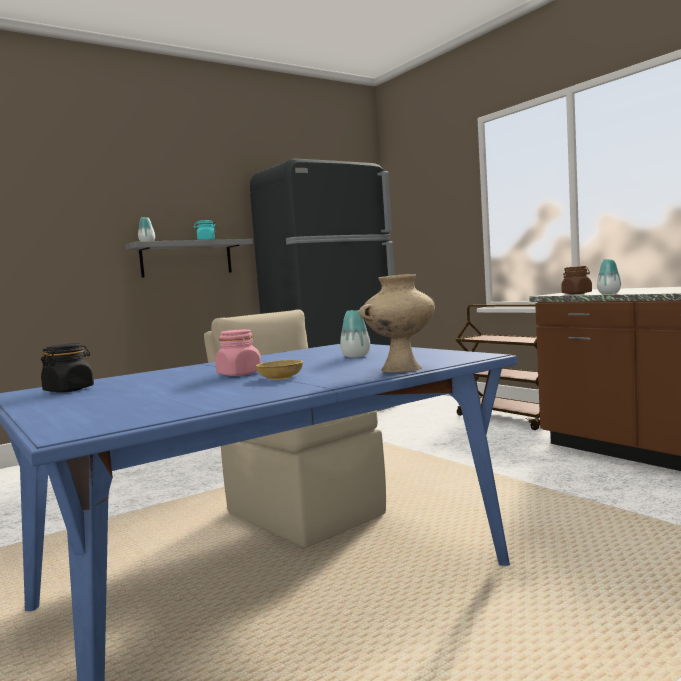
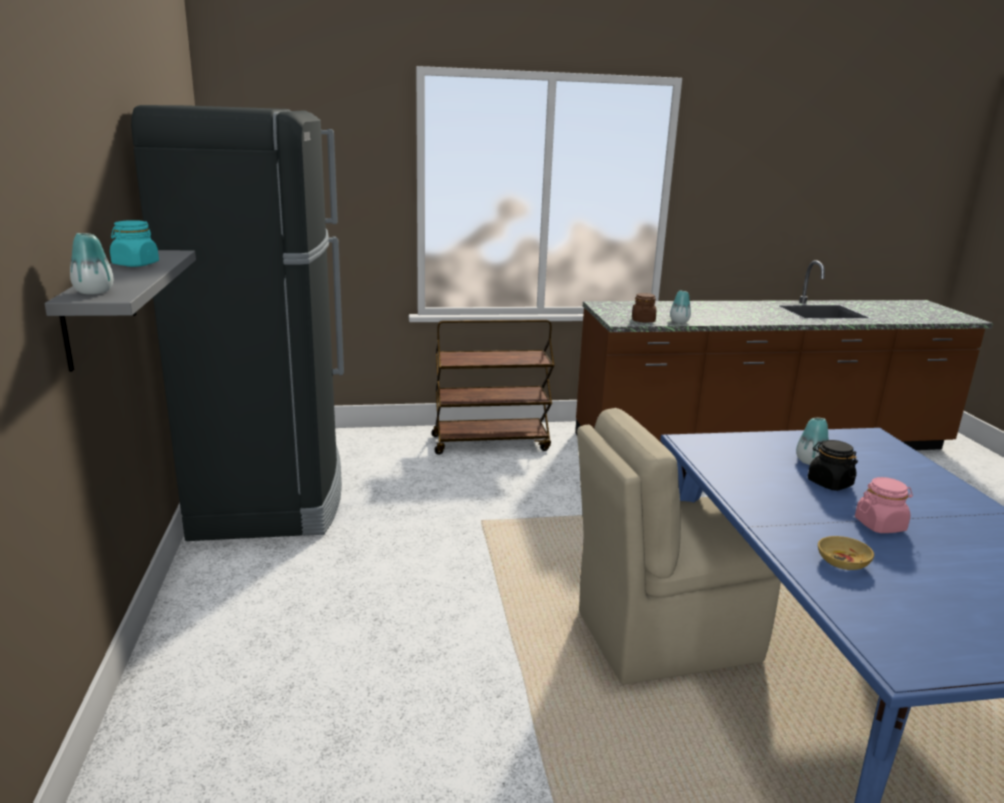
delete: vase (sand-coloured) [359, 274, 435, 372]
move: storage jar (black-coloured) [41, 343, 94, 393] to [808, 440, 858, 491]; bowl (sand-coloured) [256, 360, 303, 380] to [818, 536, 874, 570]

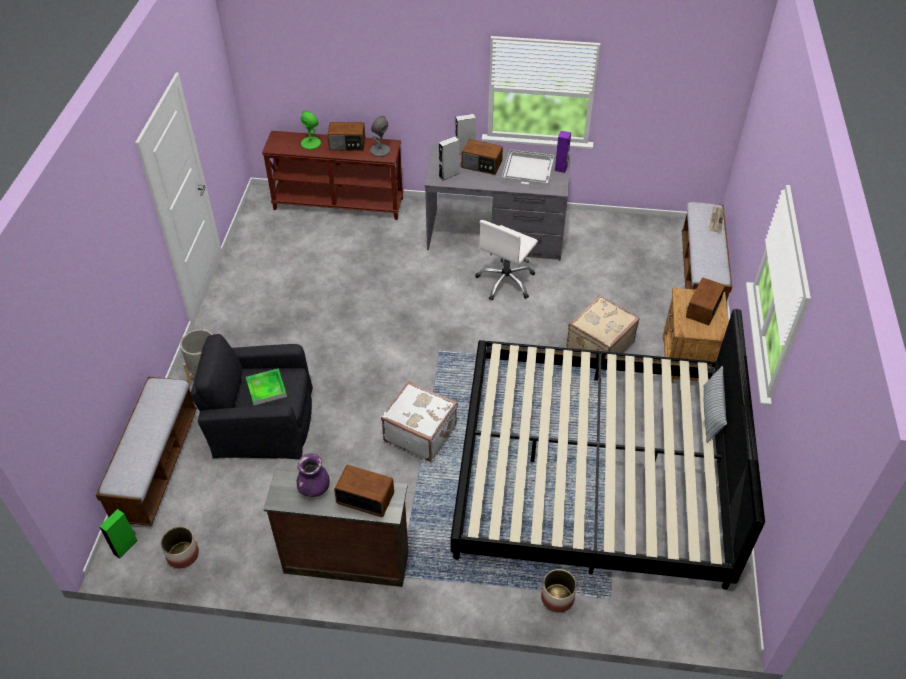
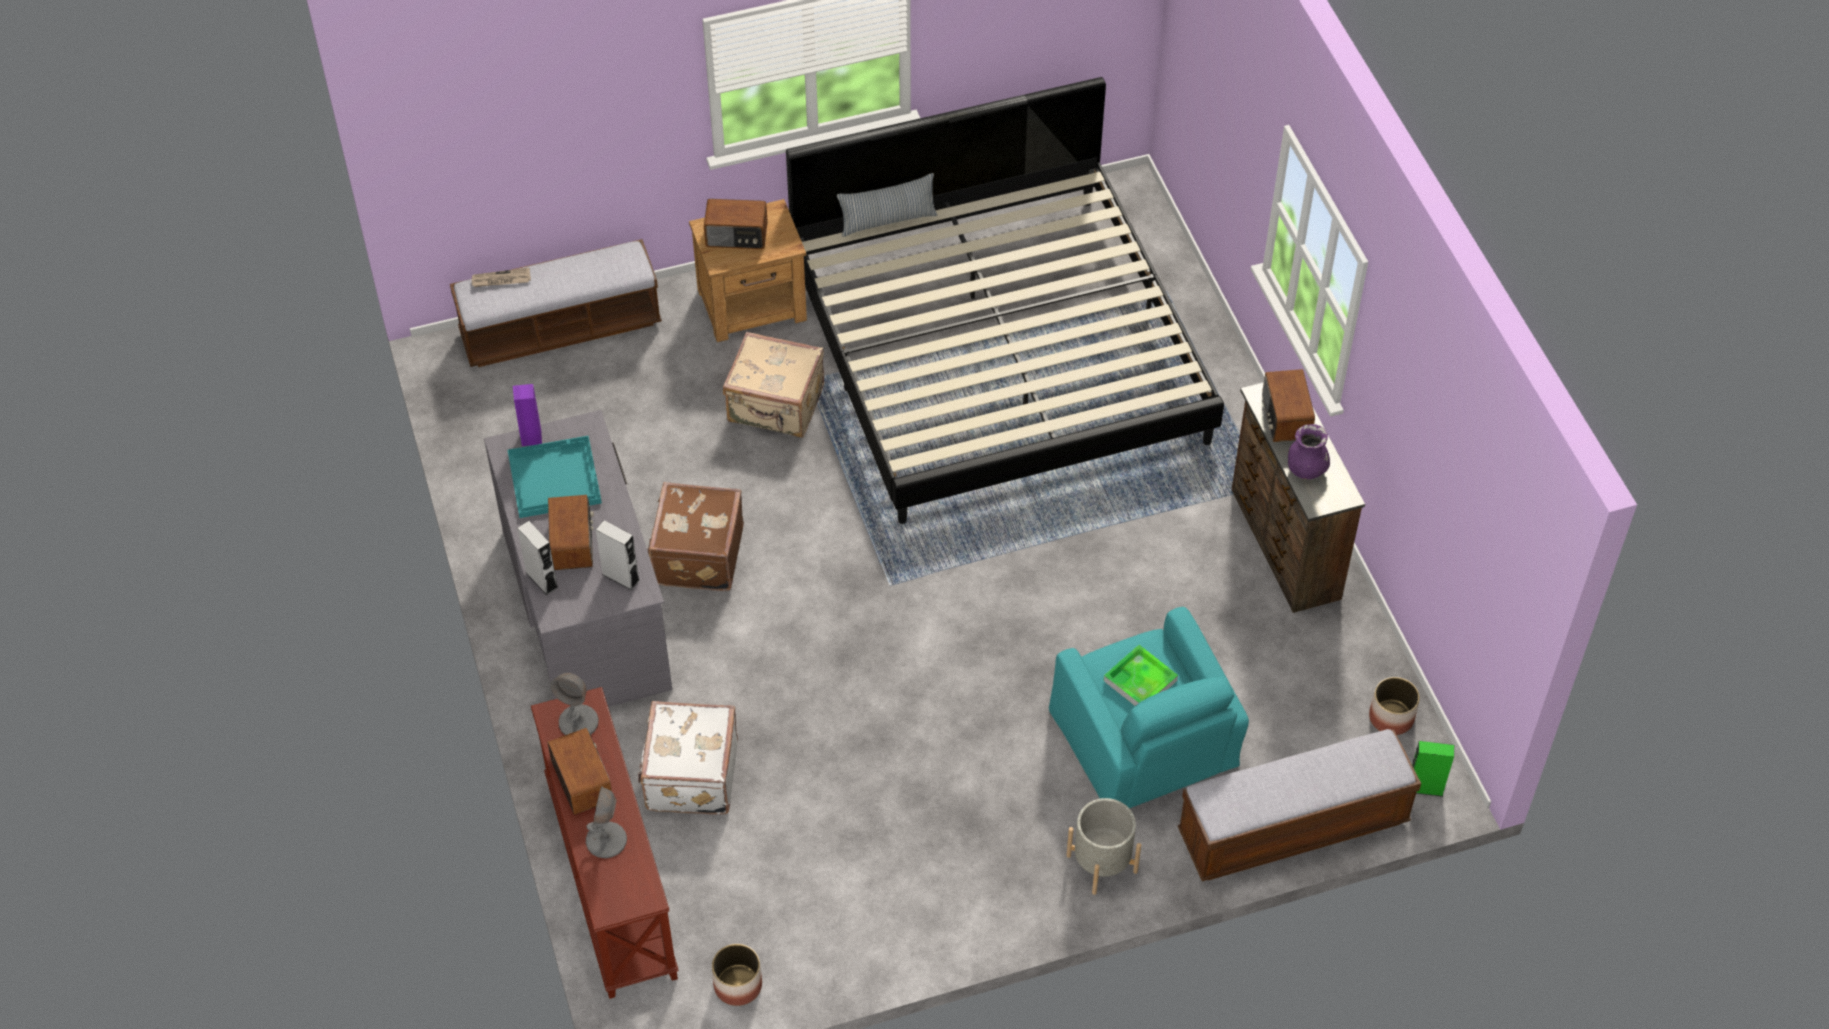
move: suitcase (white) [381, 381, 458, 462] to [638, 701, 738, 815]; planter [541, 569, 577, 613] to [712, 944, 762, 1006]
replace: office chair (white) [475, 220, 538, 301] to suitcase (brown) [648, 482, 744, 591]
recolor: armchair (black-coloured) [190, 334, 313, 460] to armchair (blue-green) [1049, 607, 1249, 808]; tabletop lamp (green) [301, 111, 321, 150] to tabletop lamp (gray) [586, 786, 627, 858]; tray (white) [502, 149, 555, 187] to tray (blue-green) [508, 436, 602, 518]

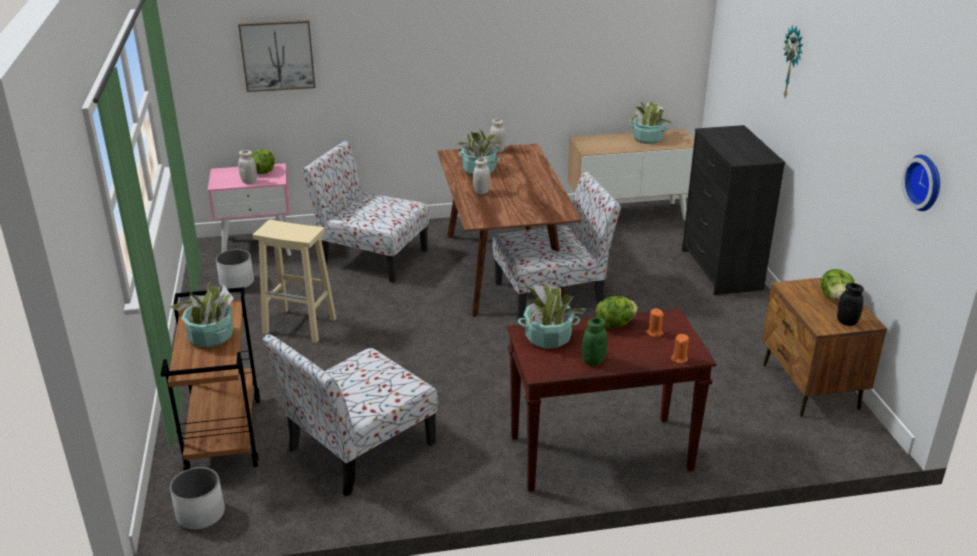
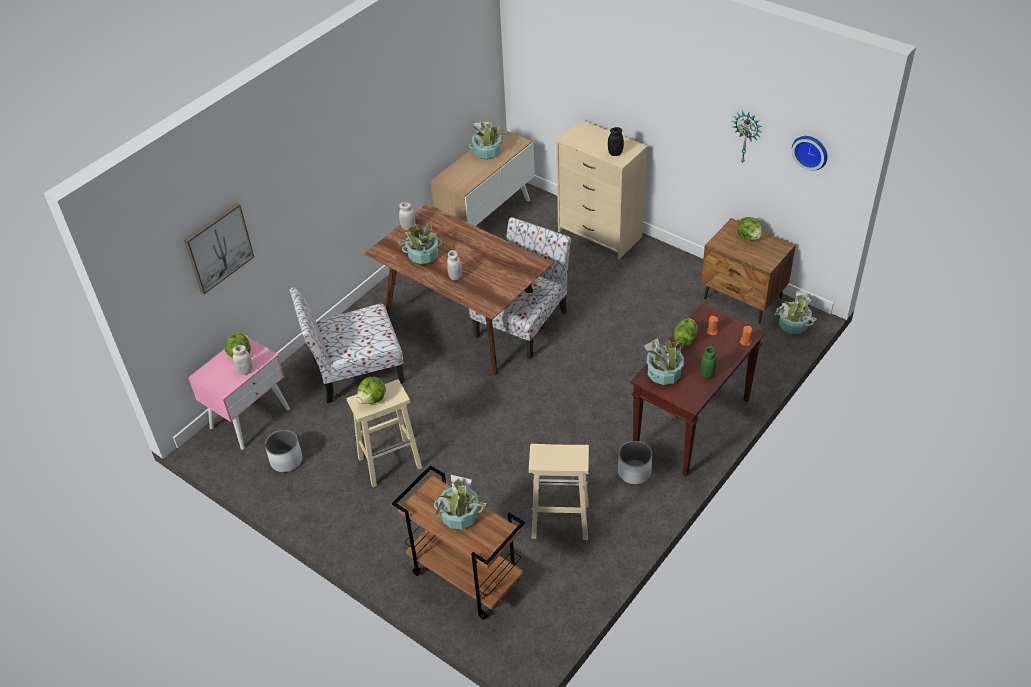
insert: lettuce head [357, 377, 386, 404]; potted plant [774, 291, 817, 334]
move: planter (white) [170, 467, 225, 530] to [618, 441, 652, 484]; wall clock [783, 25, 803, 97] to [732, 111, 762, 164]; storage jar (black-coloured) [837, 283, 864, 326] to [608, 127, 624, 156]
replace: plain chair [263, 334, 438, 496] to stool seat (sand-coloured) [529, 444, 589, 540]
recolor: chest of drawers (black-coloured) [682, 125, 785, 295] to chest of drawers (sand-coloured) [556, 120, 648, 259]

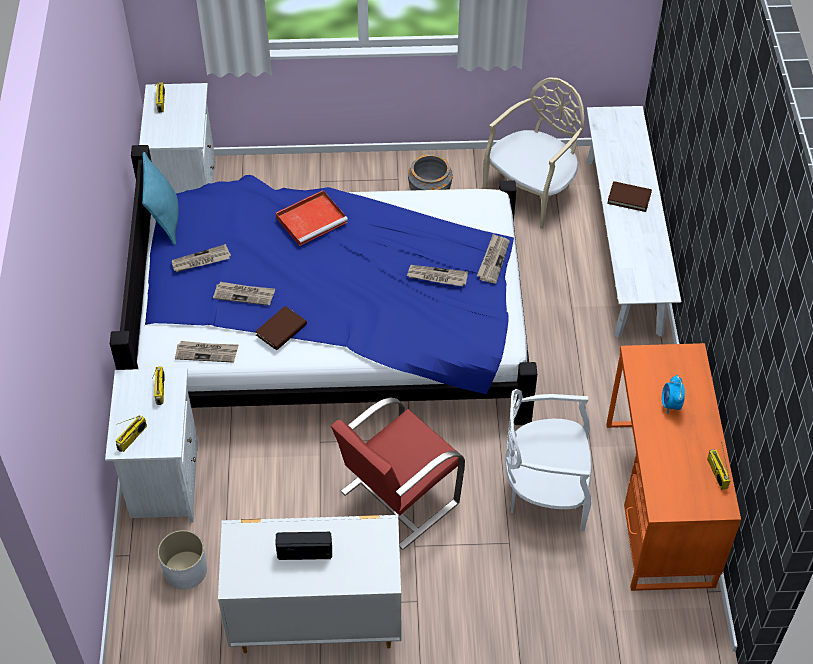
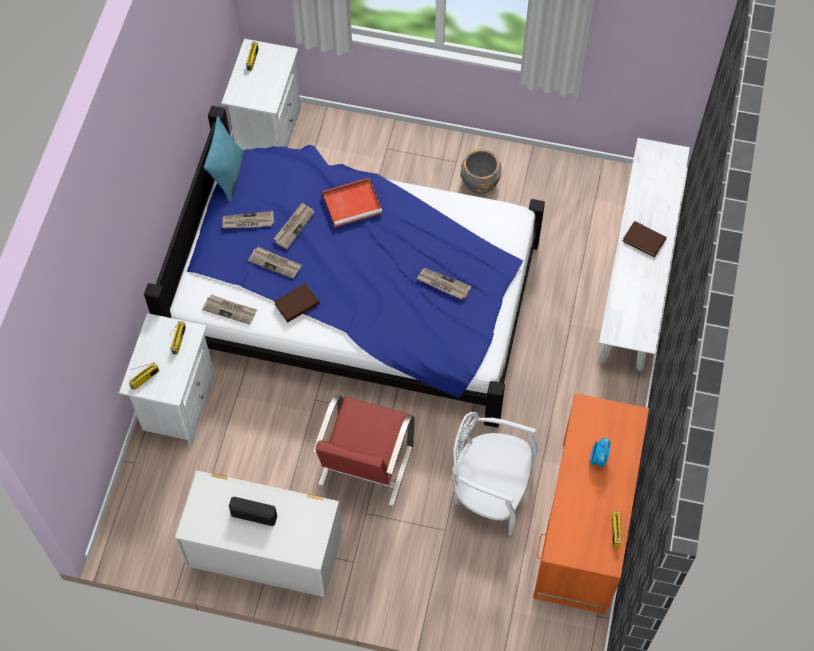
delete: planter (white) [158, 530, 207, 589]; plain chair (sand-coloured) [483, 78, 584, 229]
move: newspaper [477, 234, 510, 283] to [273, 202, 315, 249]
rotate: plain chair (red-coloured) [331, 397, 465, 550] = [312, 395, 415, 506] 45 degrees counterclockwise

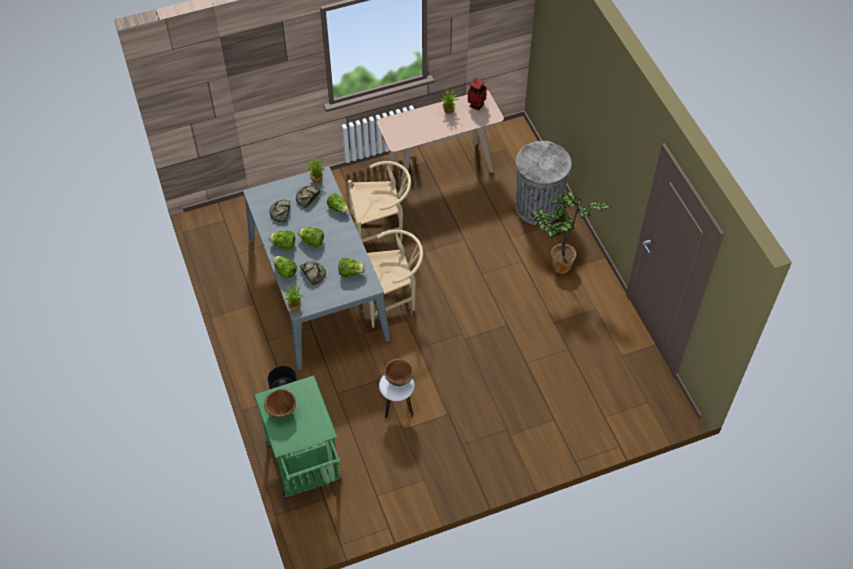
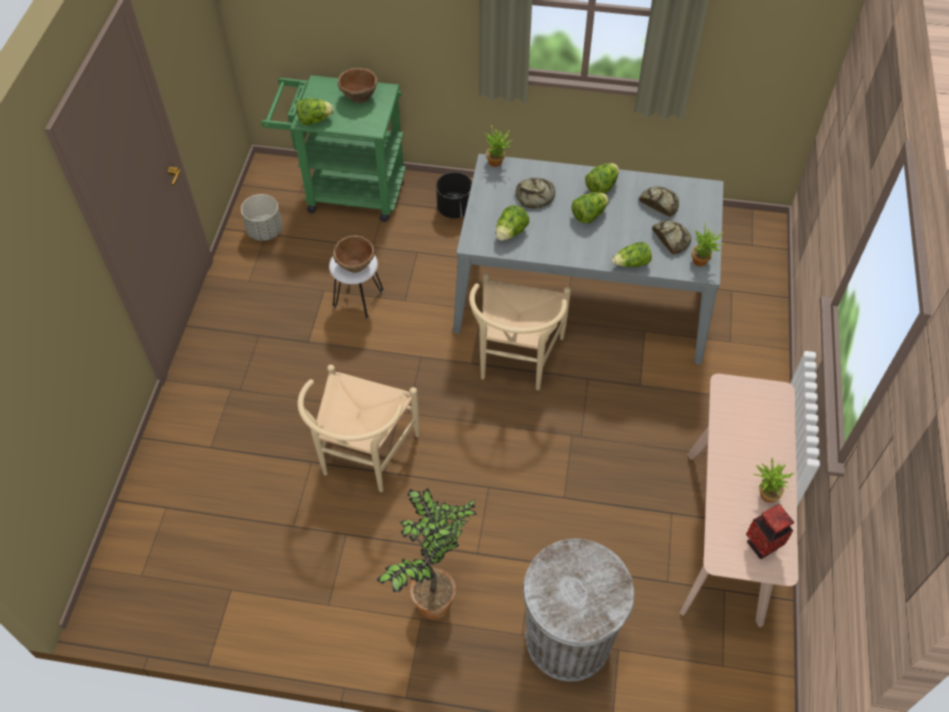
insert: planter (gray) [241, 194, 282, 241]
move: lettuce head [273, 256, 297, 279] to [296, 98, 334, 125]; plain chair (sand-coloured) [347, 161, 411, 242] to [298, 365, 419, 492]

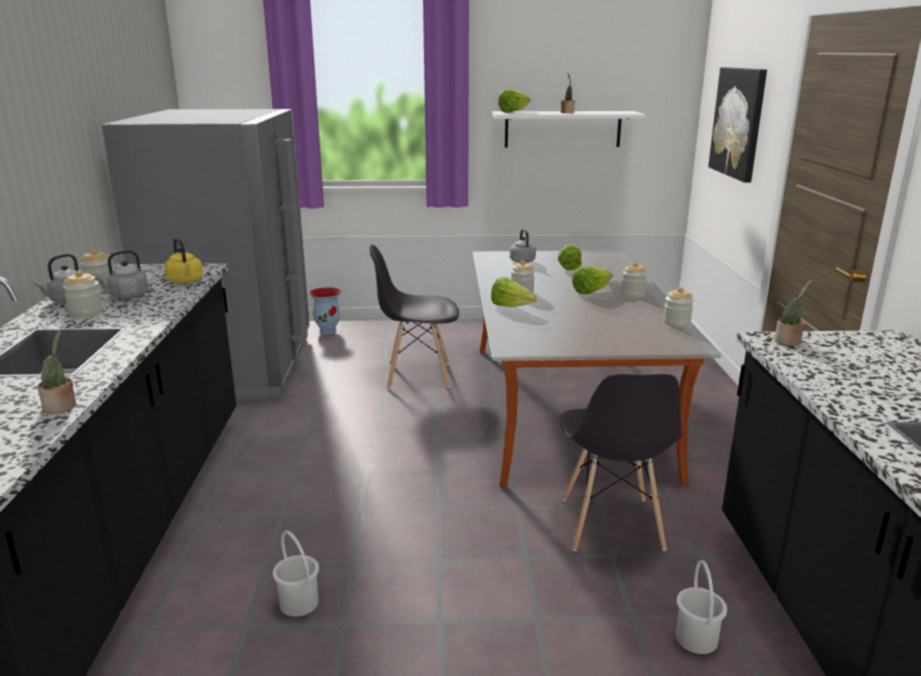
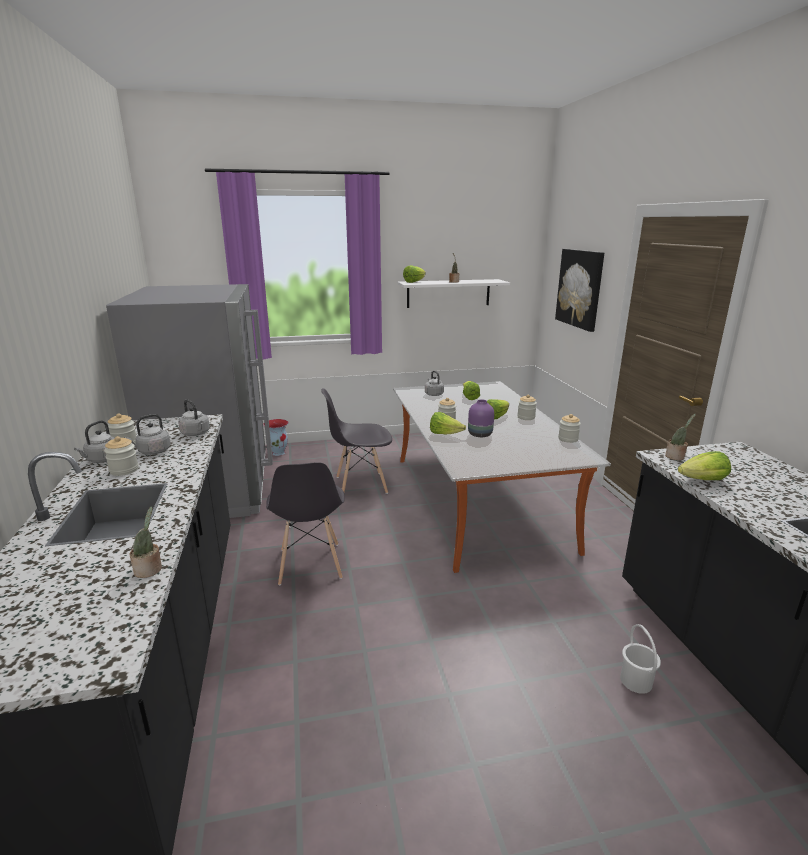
delete: water bucket (white) [273, 531, 319, 617]
insert: vase (purplish) [468, 399, 494, 437]; lettuce head [678, 451, 731, 480]
move: plain chair (gray) [559, 374, 681, 551] to [266, 462, 345, 586]
recolor: tea kettle (yellow-coloured) [164, 238, 203, 283] to tea kettle (gray) [178, 399, 210, 436]

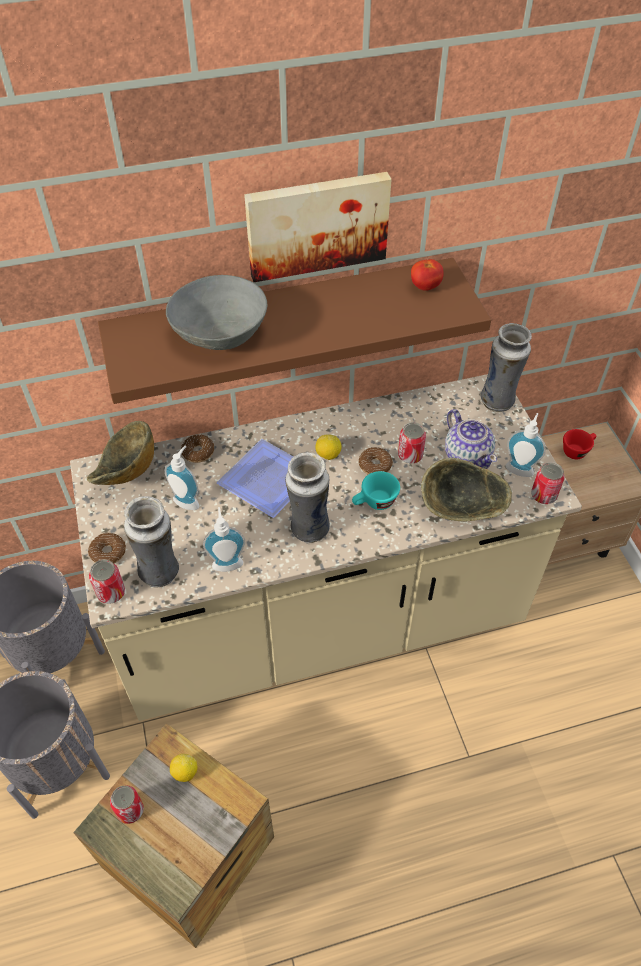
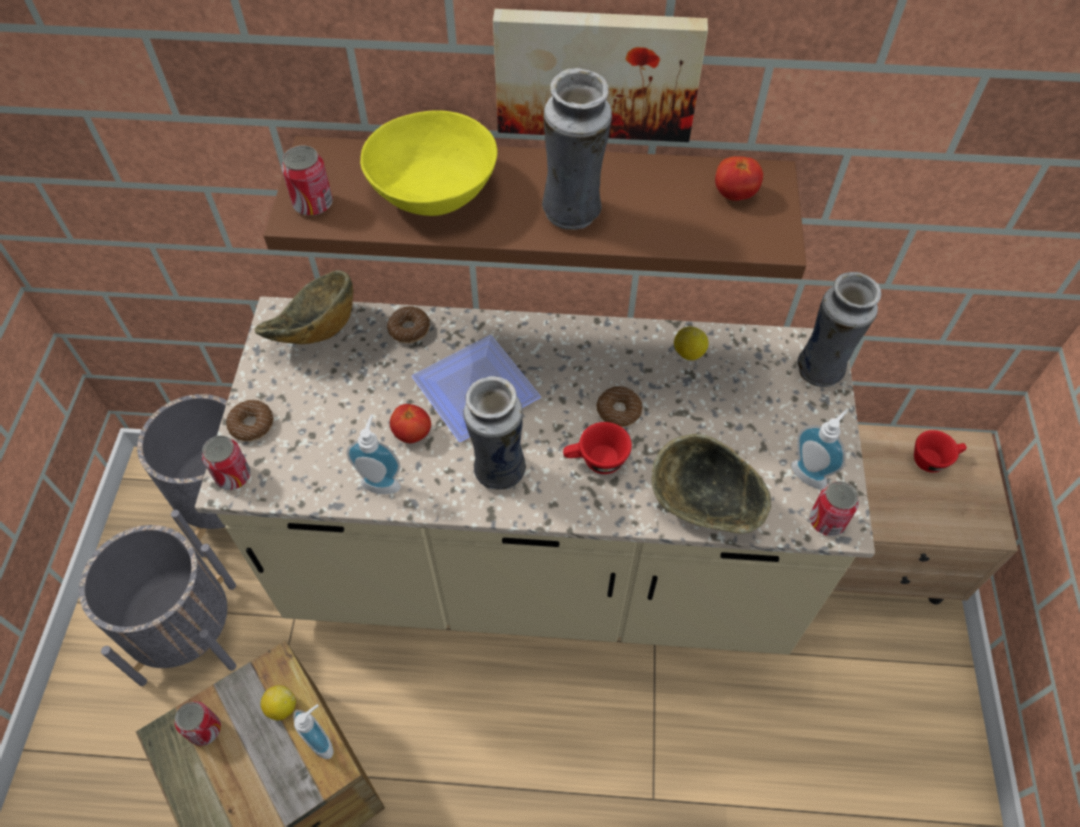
delete: pot for tea [445, 409, 497, 469]
insert: tomato [390, 404, 431, 443]
move: vase [124, 496, 179, 588] to [542, 68, 612, 230]; liquid soap bottle [165, 446, 199, 510] to [293, 704, 334, 759]; whole lemon [315, 434, 342, 460] to [674, 327, 709, 360]; metal can [398, 422, 426, 463] to [281, 146, 333, 216]
recolor: bowl (gray) [166, 275, 267, 350] to bowl (yellow-coloured) [360, 110, 497, 216]; drinking cup (blue-green) [352, 471, 400, 510] to drinking cup (red-coloured) [563, 422, 632, 474]

